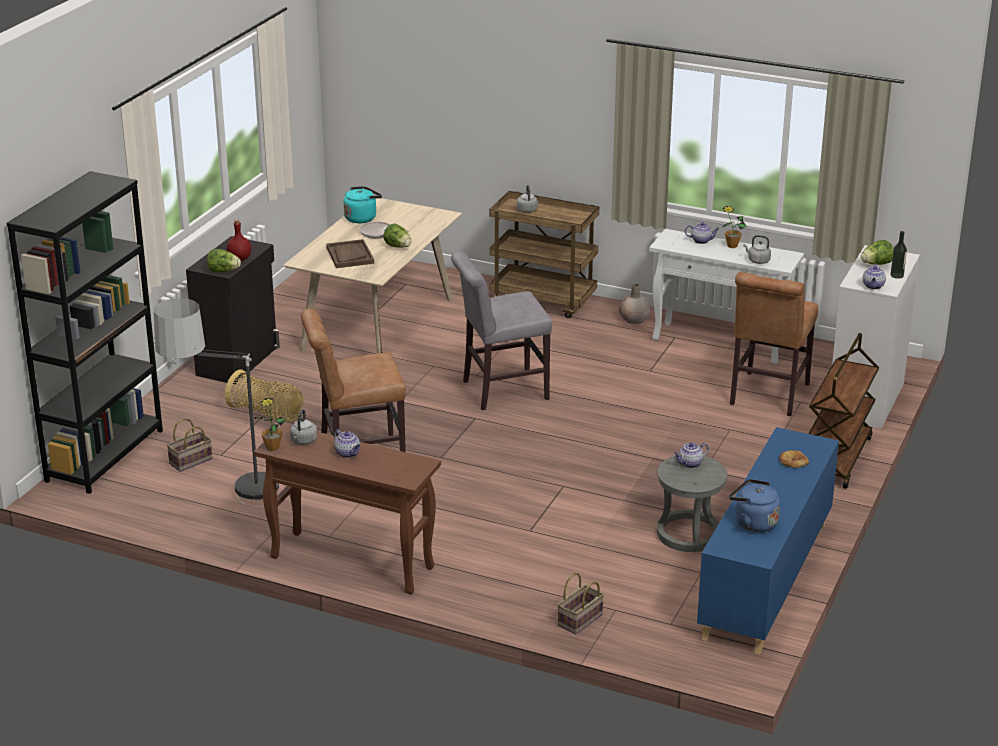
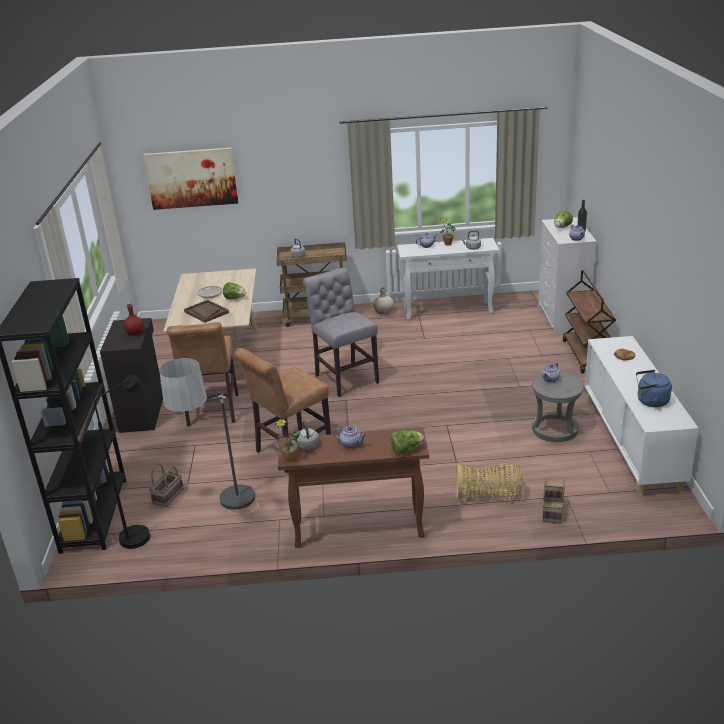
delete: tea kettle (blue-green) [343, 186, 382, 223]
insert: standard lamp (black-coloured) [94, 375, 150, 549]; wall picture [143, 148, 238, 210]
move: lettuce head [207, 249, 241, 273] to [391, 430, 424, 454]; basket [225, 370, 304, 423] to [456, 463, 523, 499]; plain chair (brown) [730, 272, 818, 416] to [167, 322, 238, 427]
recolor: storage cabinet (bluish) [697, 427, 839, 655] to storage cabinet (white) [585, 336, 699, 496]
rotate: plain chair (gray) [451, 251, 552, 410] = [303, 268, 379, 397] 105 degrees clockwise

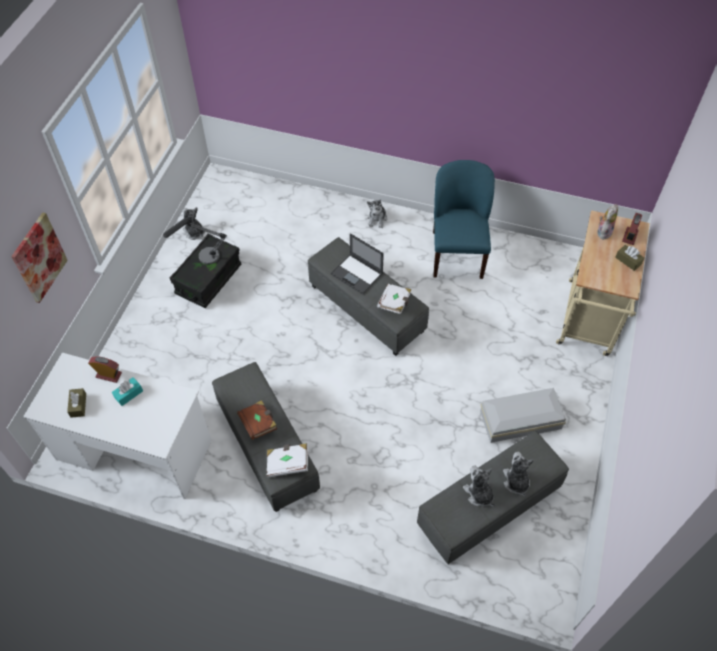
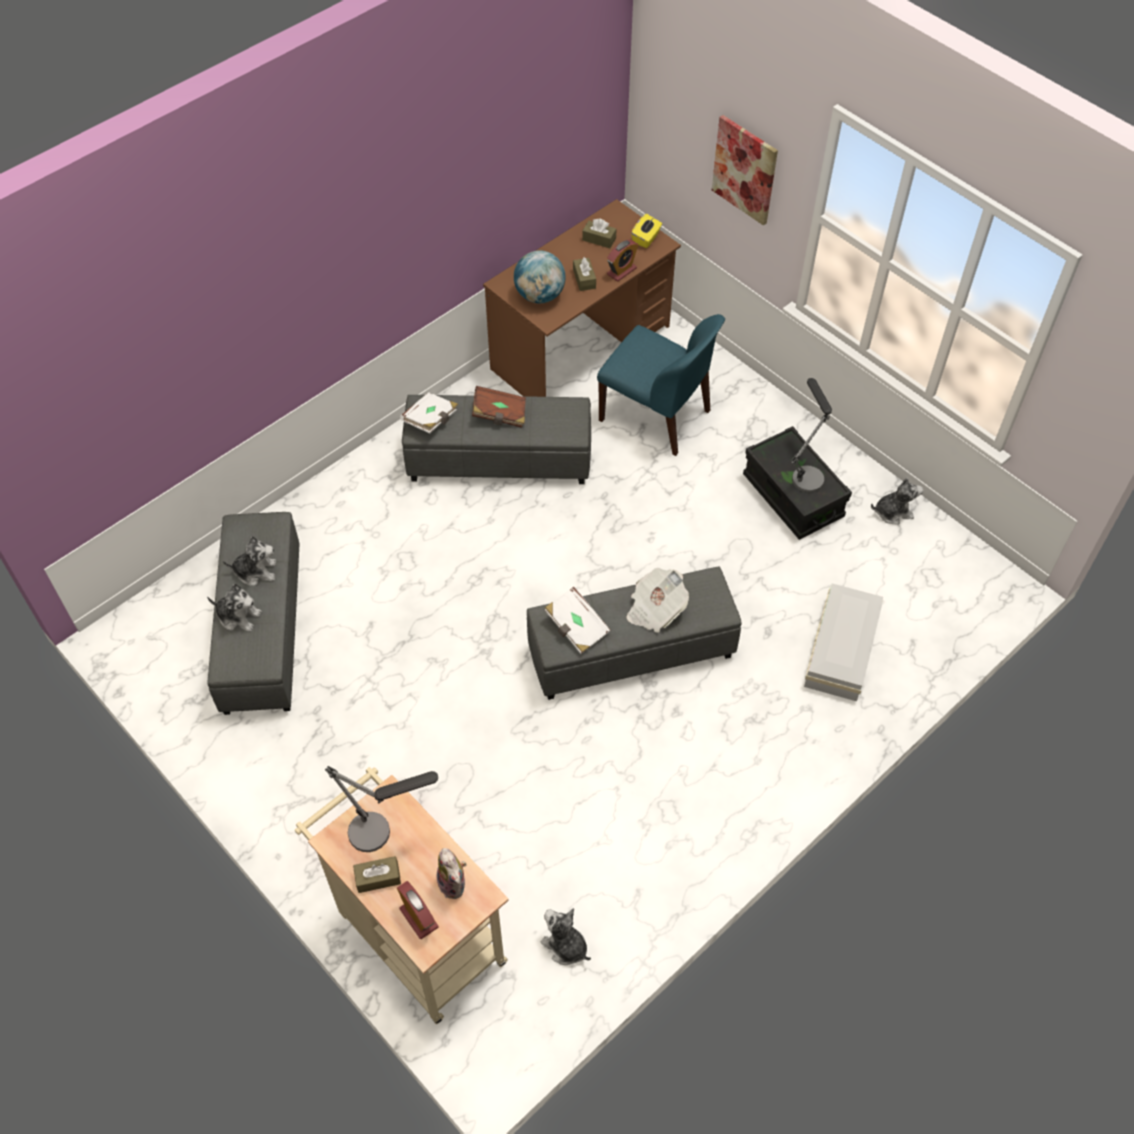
insert: tabletop lamp [325, 766, 438, 852]; world globe [514, 250, 566, 303]; tissue box (yellow-coloured) [631, 214, 662, 248]
move: cuddly toy [367, 199, 387, 228] to [541, 908, 591, 965]; plain chair (bluish) [433, 160, 495, 279] to [597, 314, 725, 456]; storage container (white) [480, 388, 566, 443] to [804, 583, 883, 701]
replace: portable computer [330, 233, 384, 295] to newspaper [626, 568, 689, 633]
recolor: desk (white) [23, 353, 212, 499] to desk (brown) [483, 199, 681, 397]; tissue box (blue-green) [112, 377, 143, 406] to tissue box (brown) [573, 257, 596, 291]

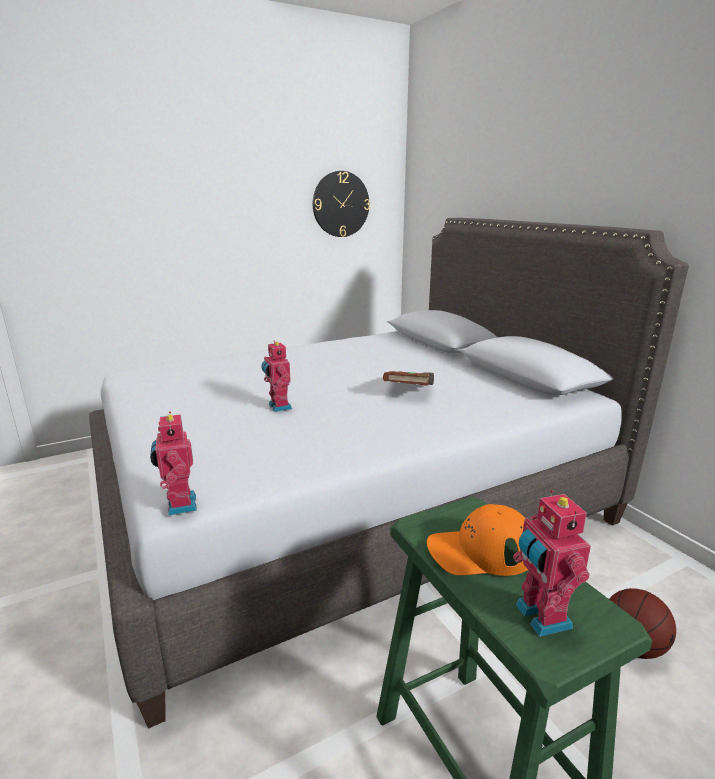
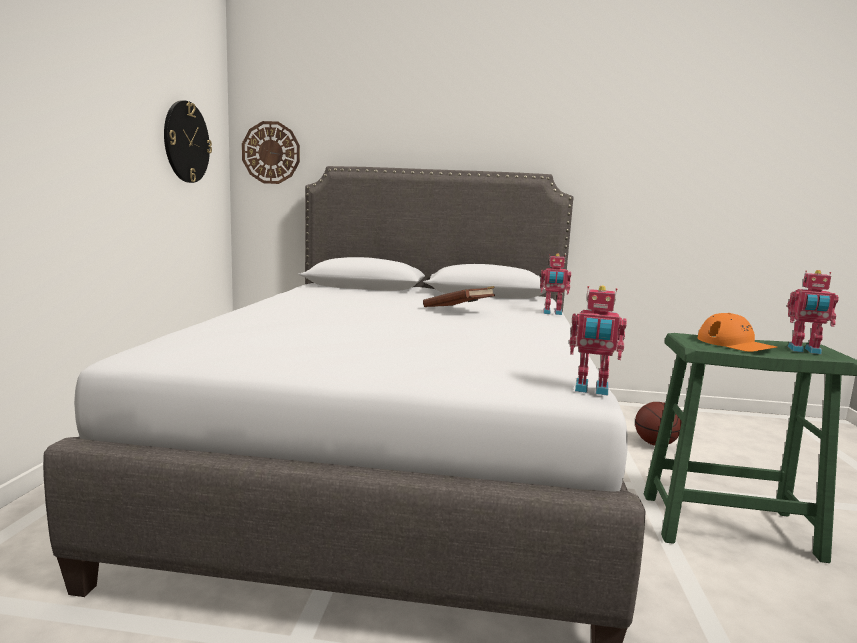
insert: wall clock [242, 121, 300, 184]
move: toy robot [261, 341, 292, 412] to [540, 254, 571, 315]
rotate: cap (orange-coloured) [427, 504, 528, 576] = [698, 313, 777, 352] 60 degrees counterclockwise

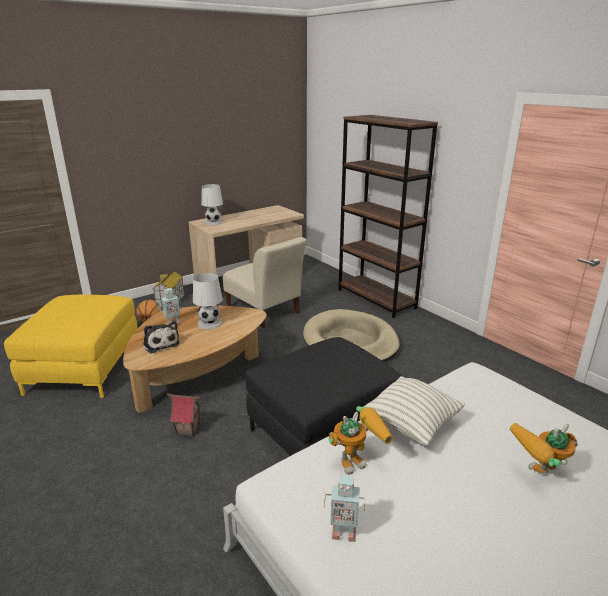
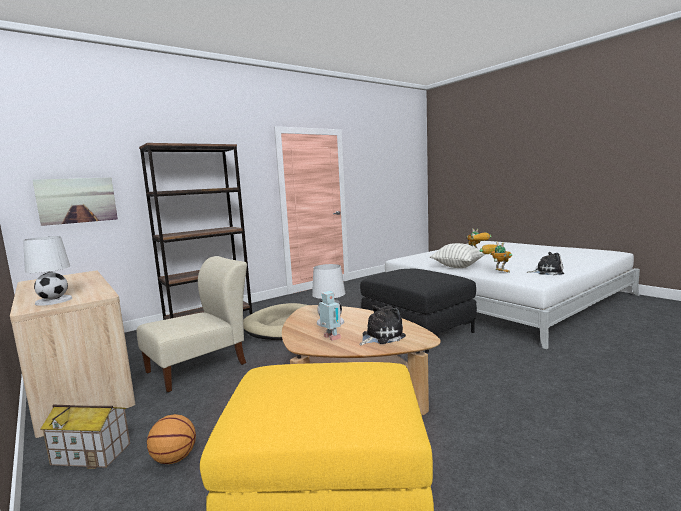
delete: toy house [167, 393, 202, 437]
insert: wall picture [32, 177, 118, 226]
replace: toy robot [324, 475, 365, 542] to cuddly toy [527, 252, 564, 275]

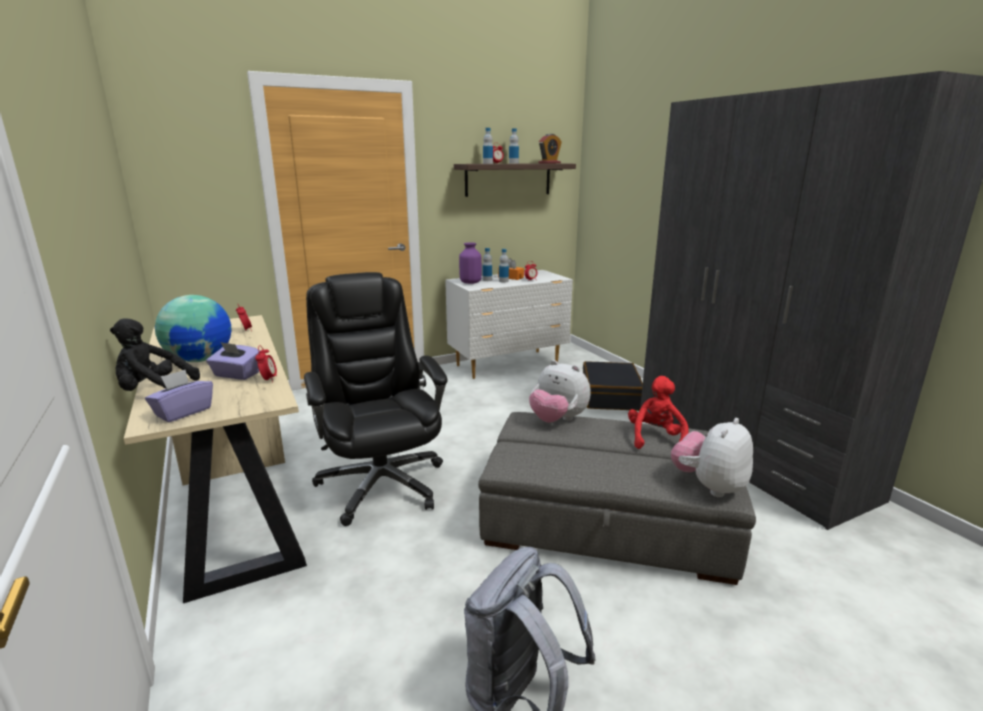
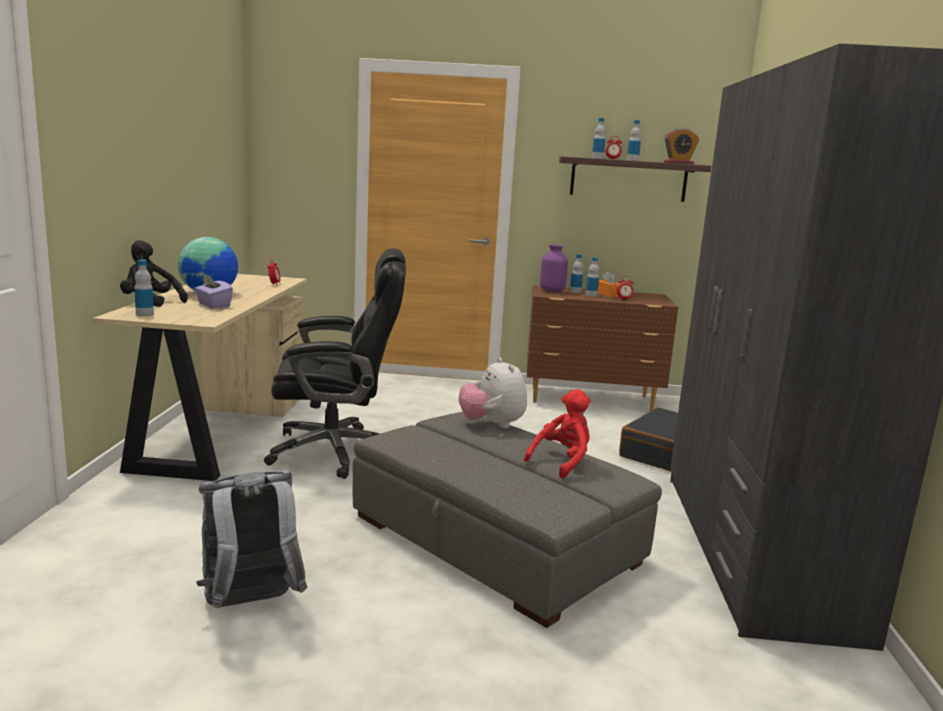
delete: bedside clock [255, 345, 277, 382]; cuddly toy [671, 418, 753, 497]
replace: tissue box (purplish) [145, 370, 213, 422] to bottle [134, 260, 154, 317]
recolor: chest of drawers (white) [445, 270, 573, 379] to chest of drawers (brown) [527, 285, 678, 411]
rotate: office chair (black-coloured) [304, 272, 447, 526] = [264, 248, 406, 479] 75 degrees clockwise

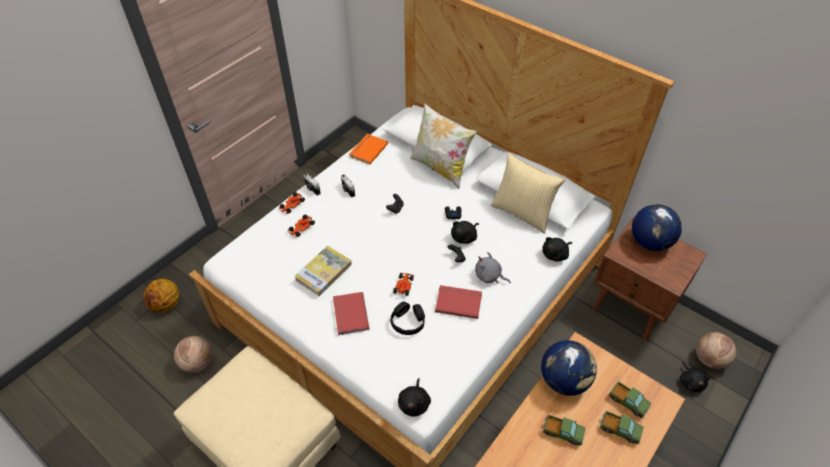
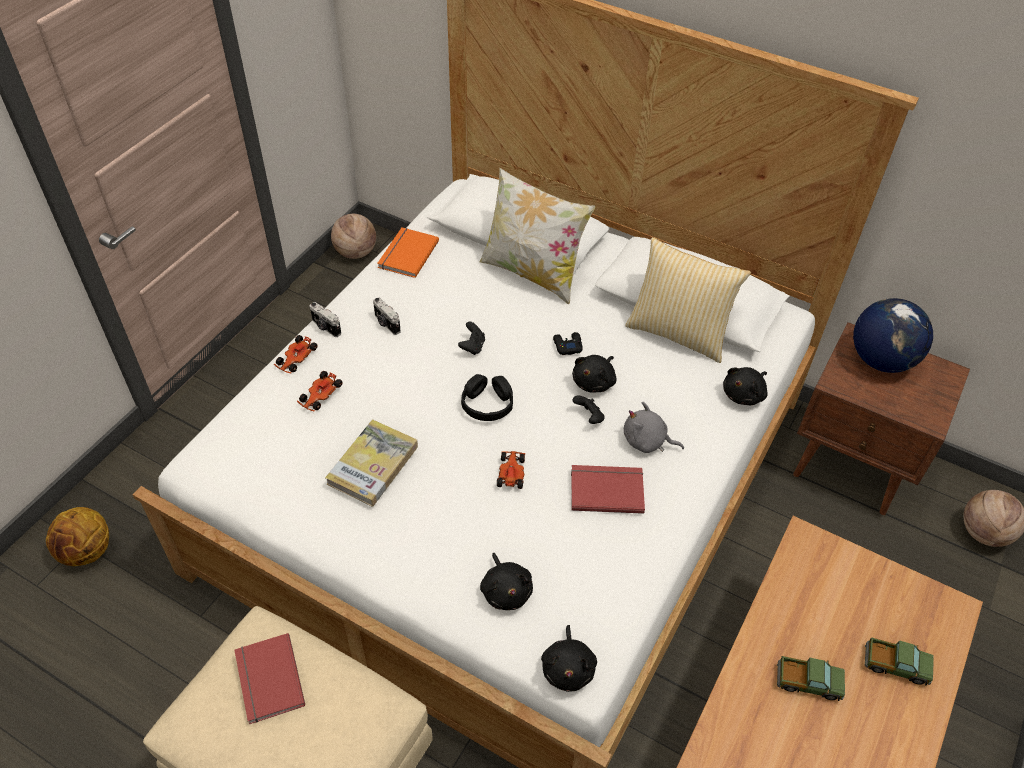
delete: world globe [541, 340, 597, 396]; toy truck [609, 381, 651, 418]
move: ball for basketball [174, 336, 213, 373] to [331, 214, 376, 259]; book (red-coloured) [333, 292, 369, 335] to [234, 633, 305, 724]; pair of headphones (black-coloured) [390, 301, 425, 335] to [461, 374, 513, 421]; cuddly toy (black-coloured) [680, 362, 710, 392] to [480, 553, 533, 610]

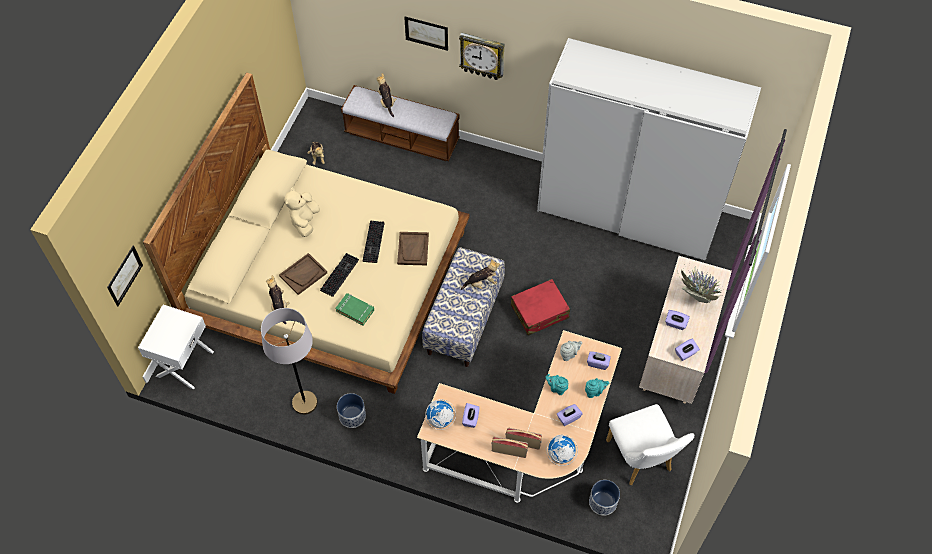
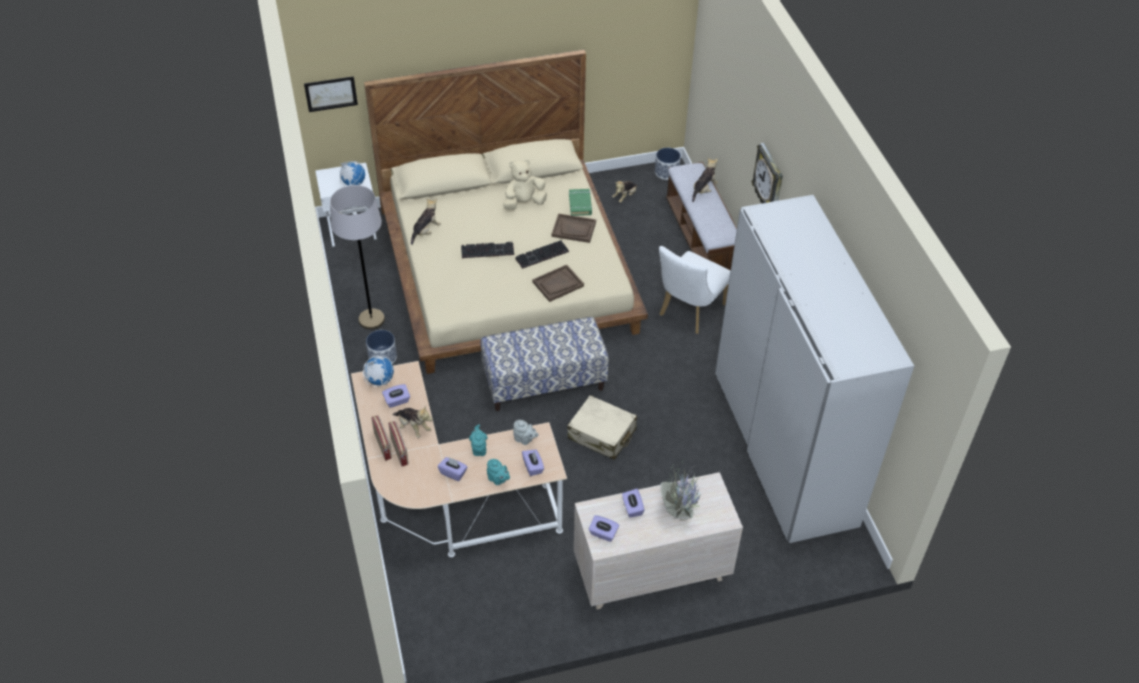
delete: wall picture [404, 17, 448, 51]
move: tray (brown) [279, 253, 327, 295] to [551, 213, 596, 243]; book (green) [335, 293, 374, 325] to [569, 189, 592, 216]; cuddly toy [461, 259, 500, 290] to [392, 406, 433, 438]; world globe [547, 435, 578, 466] to [339, 161, 365, 186]; planter [589, 480, 620, 516] to [655, 148, 681, 180]; plain chair (white) [606, 404, 695, 485] to [659, 246, 730, 334]
recolor: suitcase (red-coloured) [511, 279, 570, 336] to suitcase (sand-coloured) [567, 395, 637, 460]

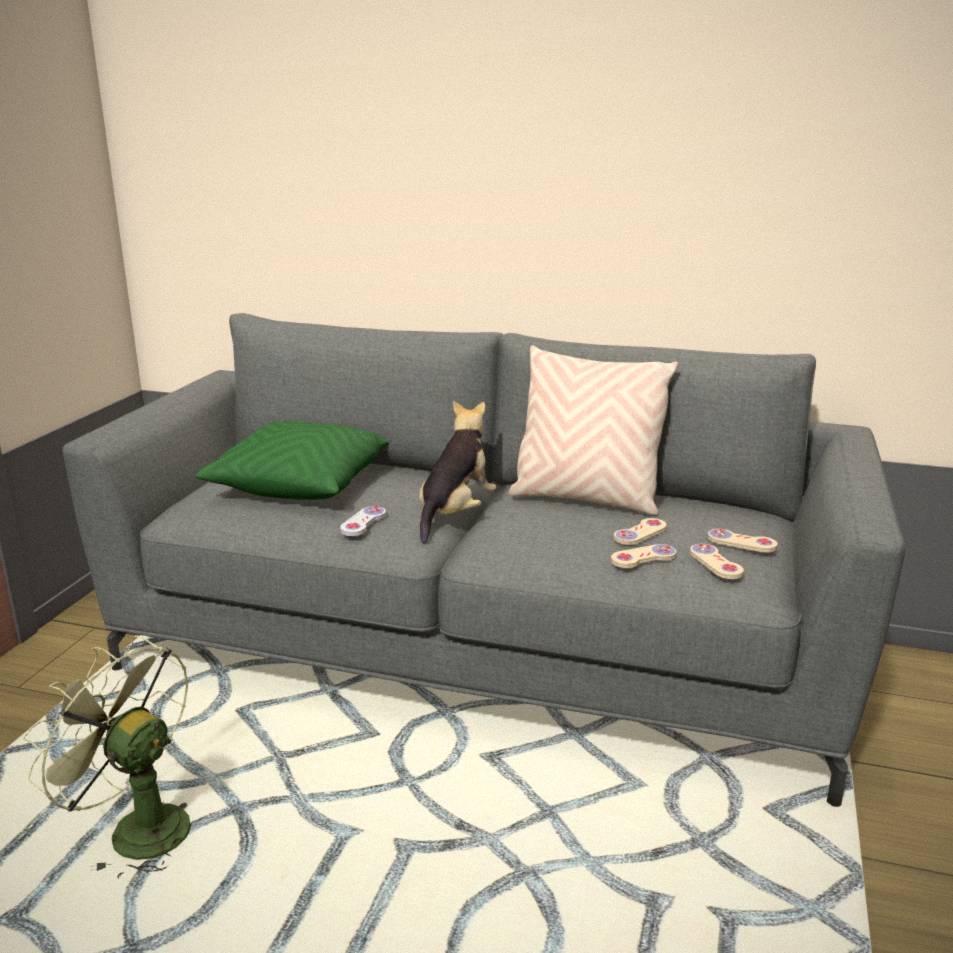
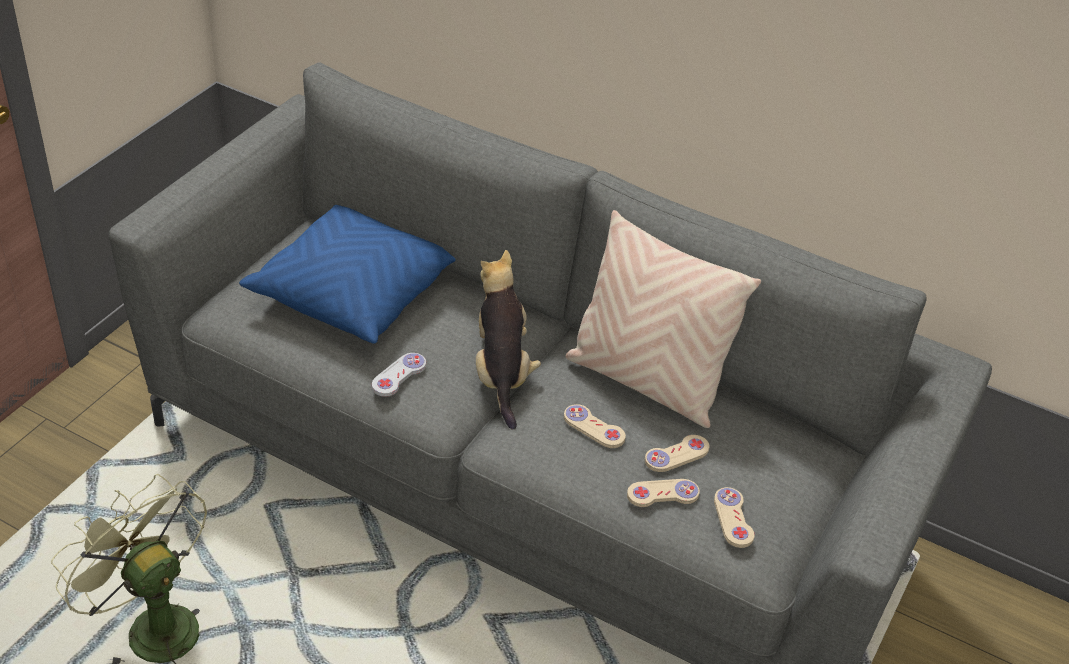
move: gamepad (sand-coloured) [708, 529, 778, 552] to [564, 404, 626, 448]
recolor: throw pillow (green) [195, 421, 389, 500] to throw pillow (bluish) [239, 205, 456, 344]
rotate: cuddly toy [419, 401, 496, 543] = [476, 250, 541, 430] 45 degrees counterclockwise

